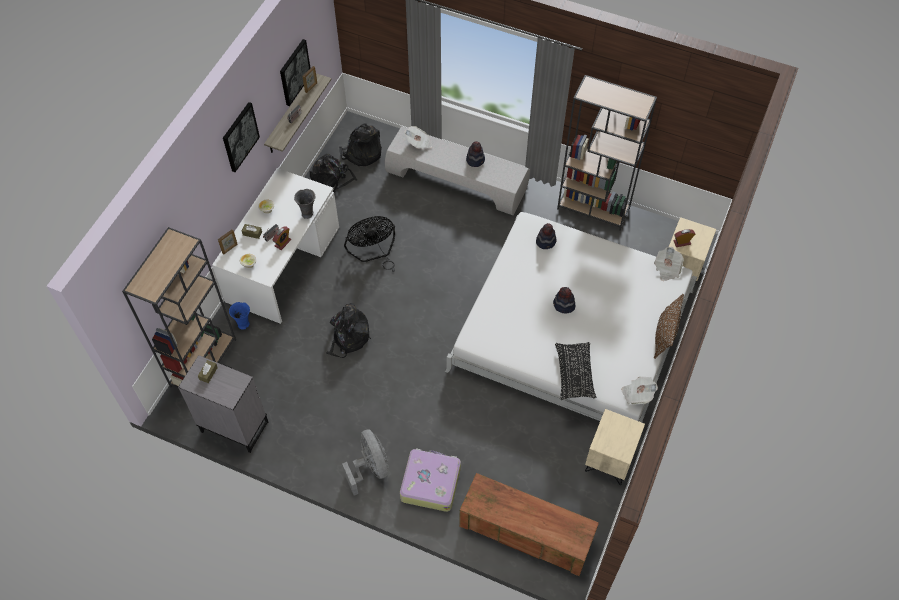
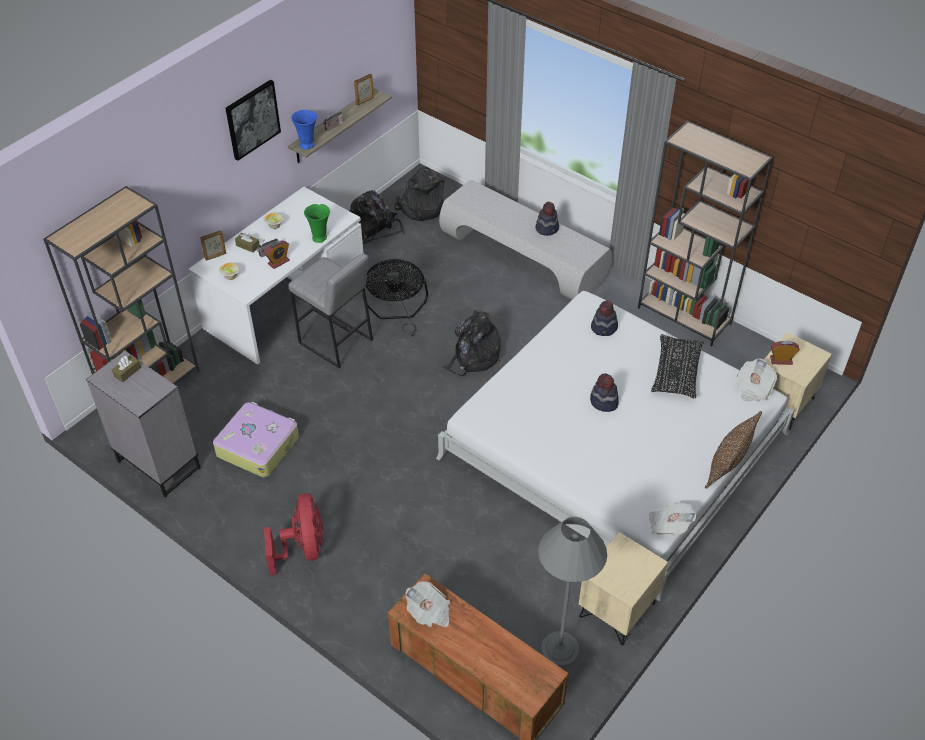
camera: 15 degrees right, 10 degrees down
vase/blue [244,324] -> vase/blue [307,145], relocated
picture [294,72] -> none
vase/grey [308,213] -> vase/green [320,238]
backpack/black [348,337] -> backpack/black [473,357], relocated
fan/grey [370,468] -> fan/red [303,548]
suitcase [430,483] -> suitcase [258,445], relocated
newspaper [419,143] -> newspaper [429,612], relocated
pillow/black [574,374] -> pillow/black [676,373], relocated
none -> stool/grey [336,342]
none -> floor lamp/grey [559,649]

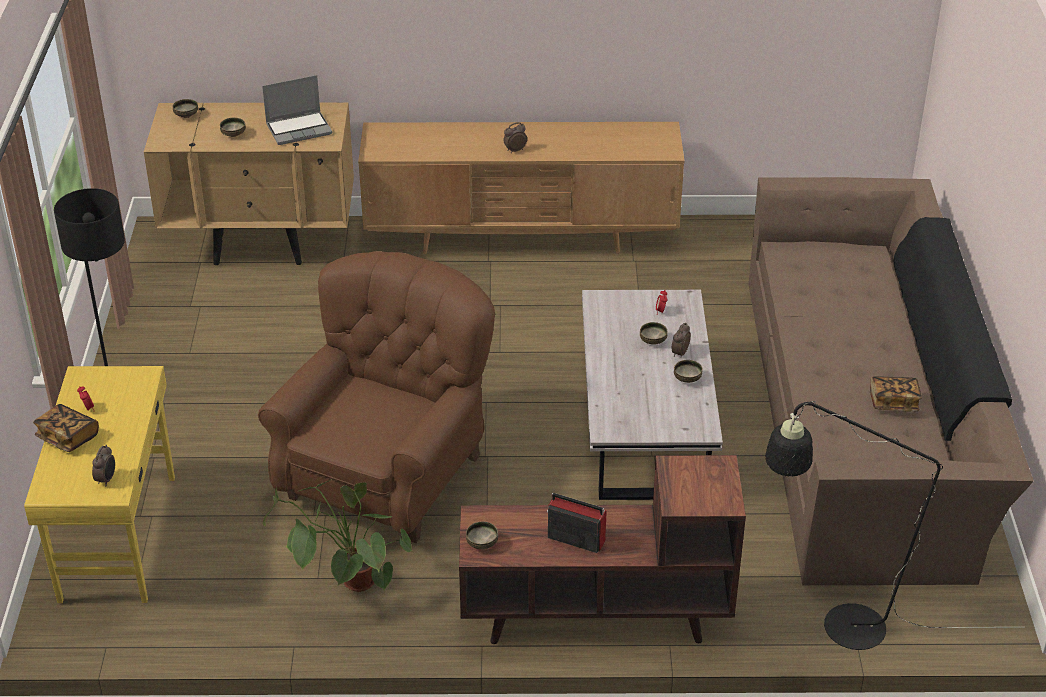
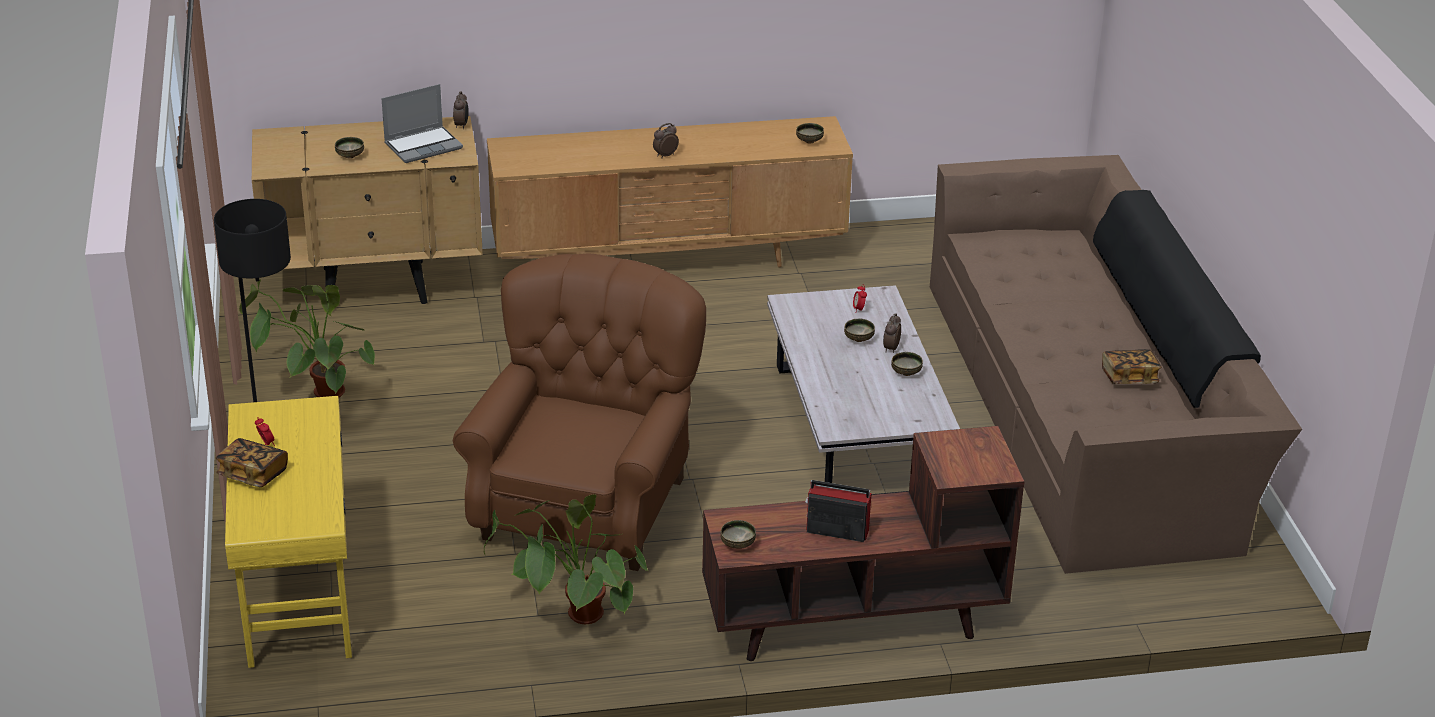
camera: 10 degrees left, 5 degrees down
alarm clock [107,479] -> alarm clock [462,125], relocated
bowl [186,116] -> bowl [809,141], relocated
floor lamp/black [838,627] -> none
none -> potted plant [313,393]

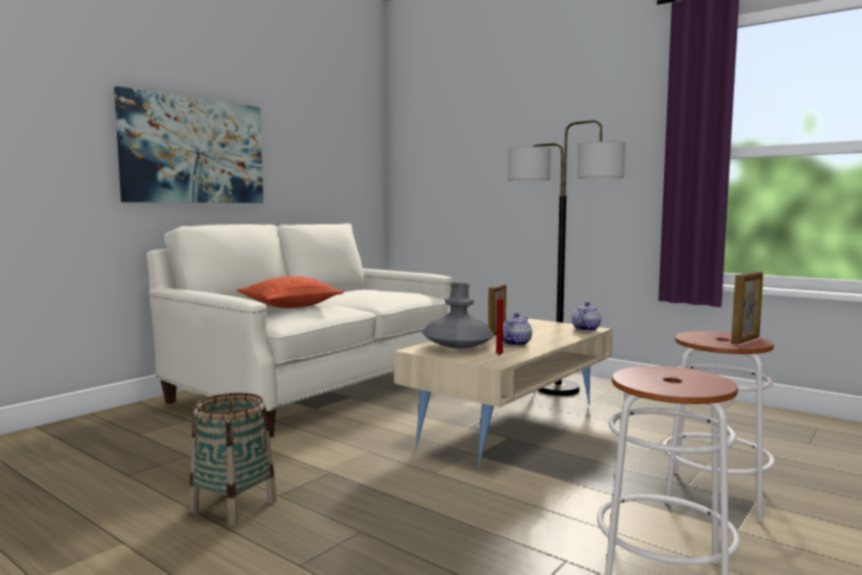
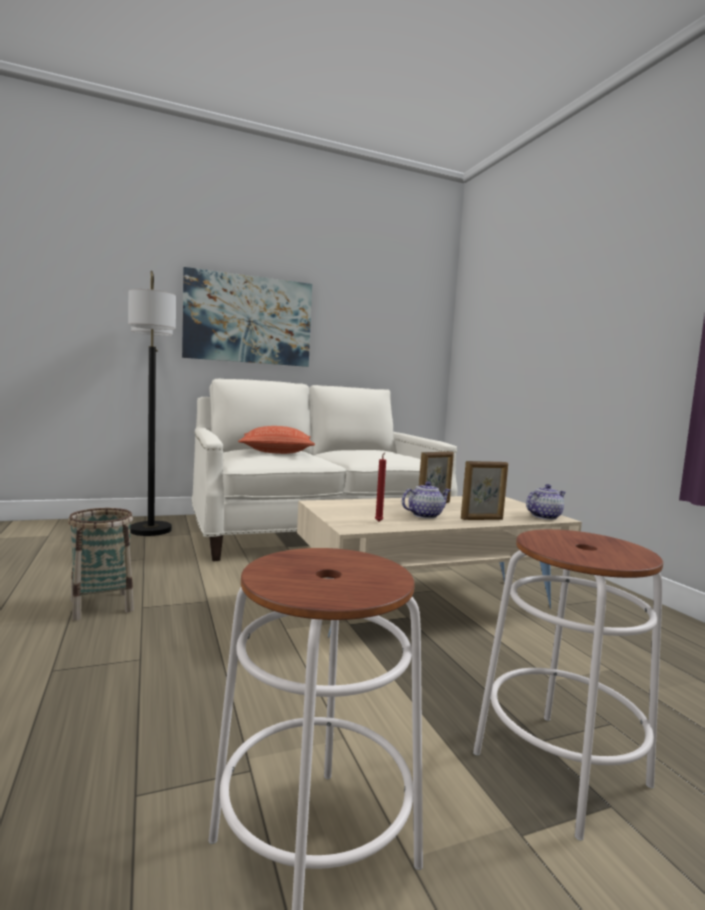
camera: 30 degrees right, 0 degrees up
vase/grey [457,347] -> none
floor lamp [557,389] -> floor lamp [151,530], relocated
picture frame [745,340] -> picture frame [482,519], relocated

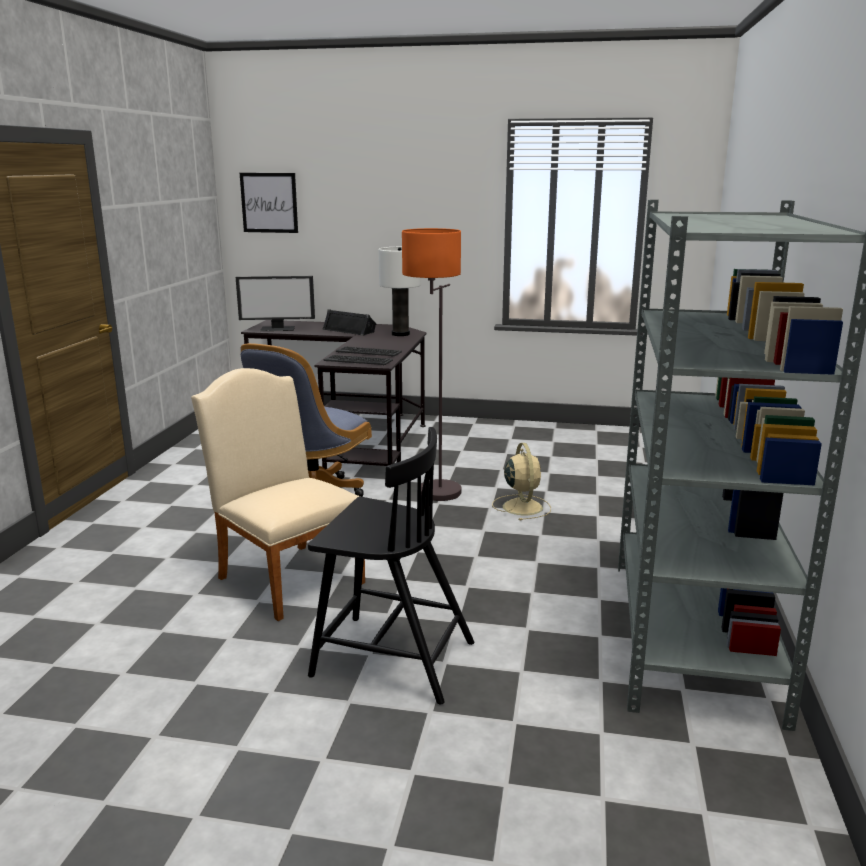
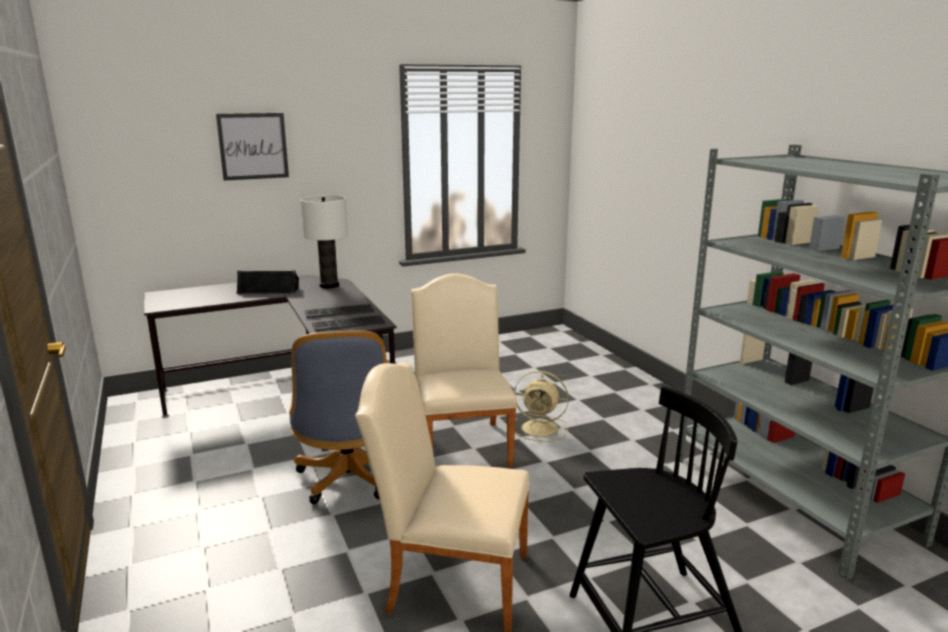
camera: 35 degrees left, 0 degrees up
monitor [278,328] -> none
picture [269,202] -> picture [253,146], relocated
floor lamp/orange [434,497] -> chair/beige [462,443]
fan/beige [522,506] -> fan/beige [541,428], 150 degrees clockwise

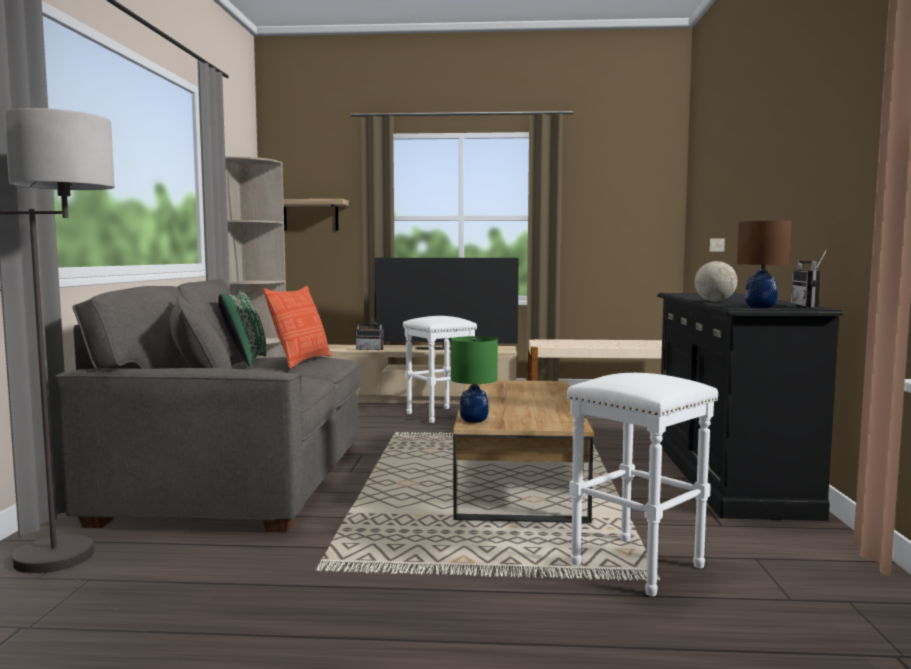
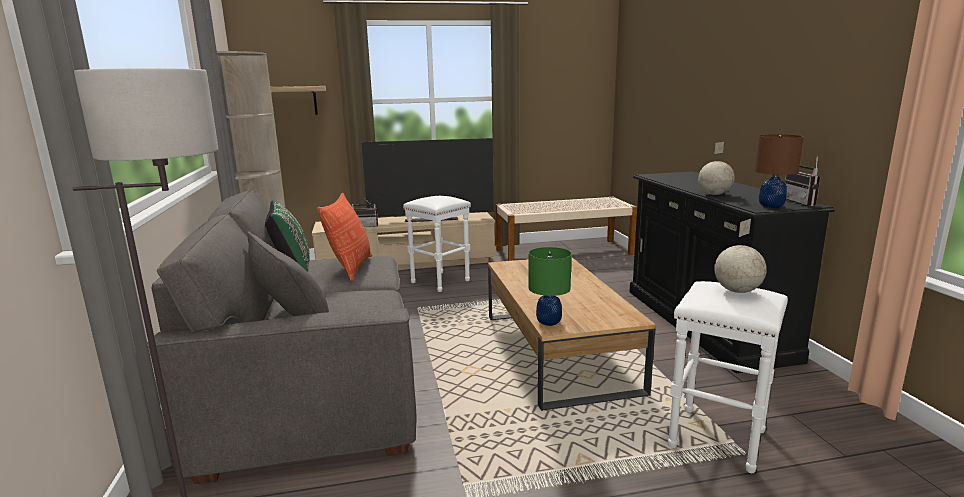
camera: 15 degrees left, 10 degrees up
none -> globe [736,291]

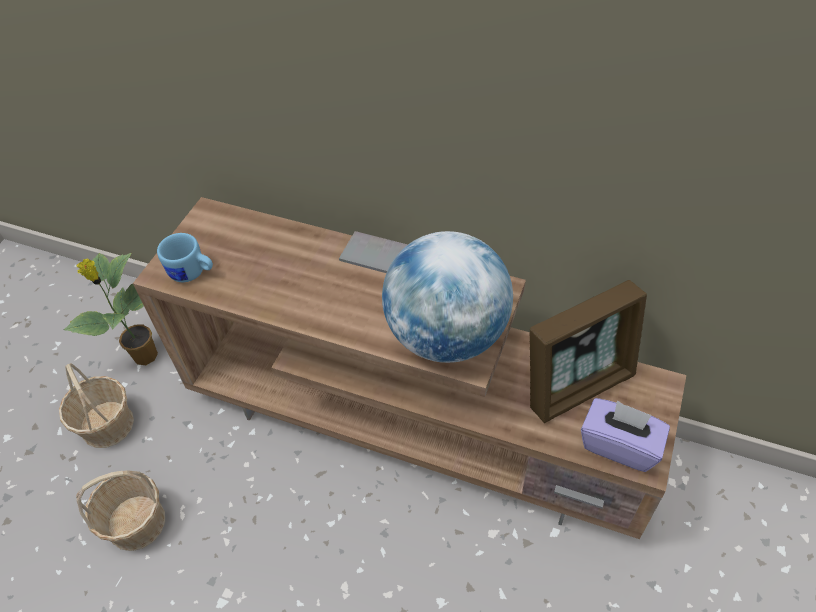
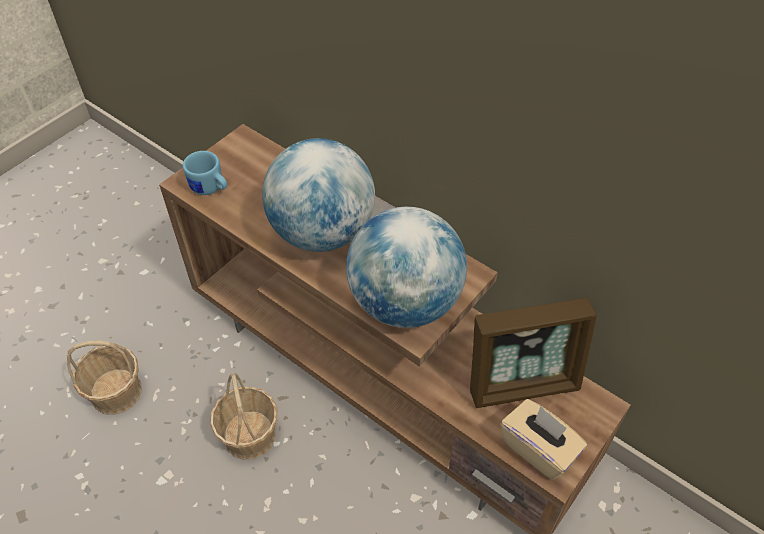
camera: 15 degrees right, 0 degrees up
basket [107,424] -> basket [250,435], relocated
potted plant [144,357] -> none
tissue box/purple [619,445] -> tissue box/beige [538,448]
none -> globe [322,232]

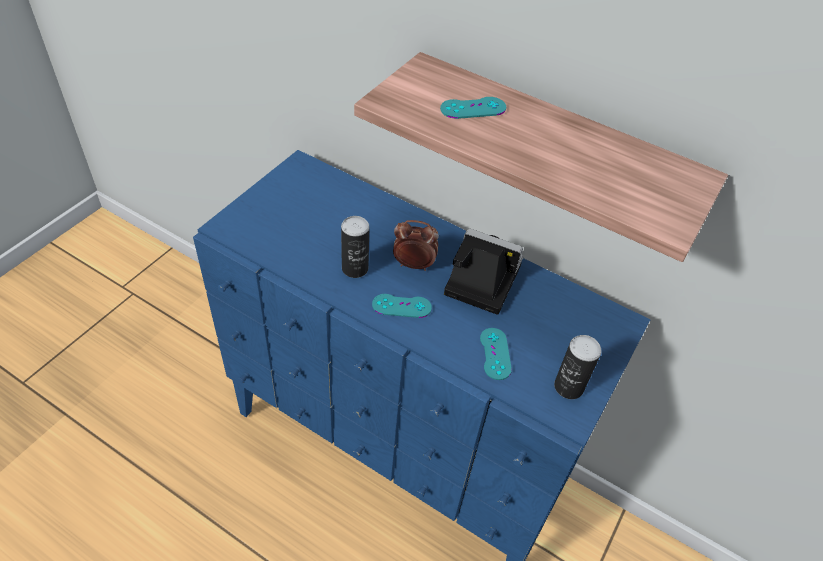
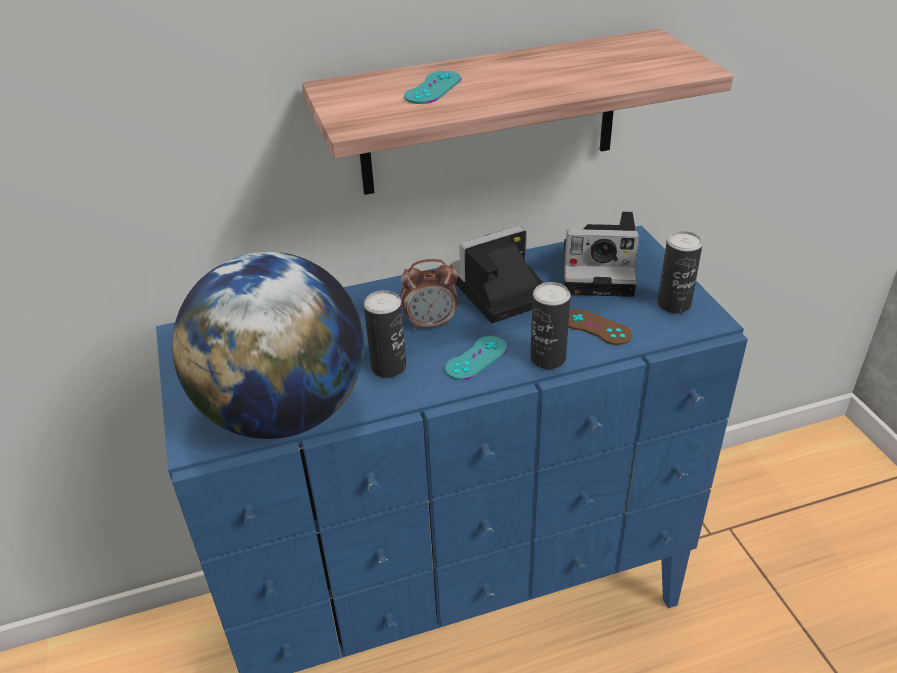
camera: 45 degrees left, 10 degrees down
alarm clock [413,264] -> alarm clock [431,324], 150 degrees counterclockwise
game controller/turquoise [495,353] -> game controller/brown [596,327]
none -> globe [284,412]
none -> can [548,358]
none -> photo camera [601,270]

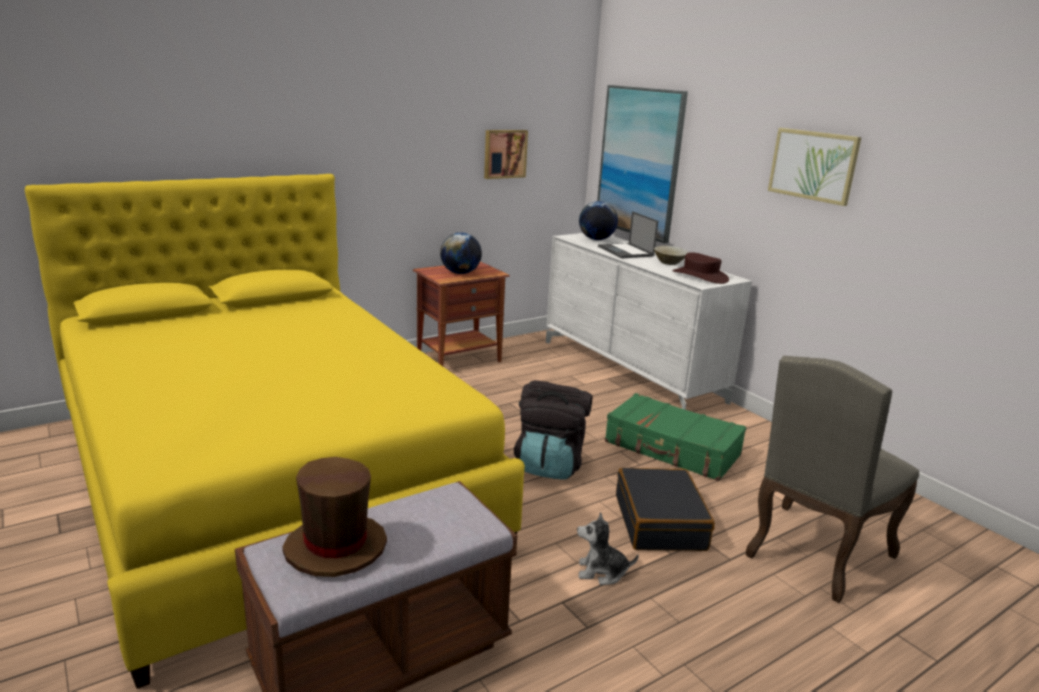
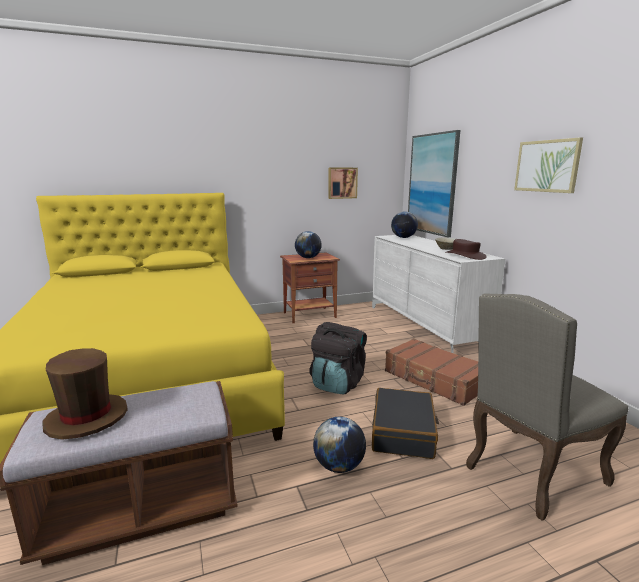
camera: 15 degrees right, 5 degrees down
plush toy [601,572] -> globe [339,466]
laptop [626,251] -> none
suitcase/green [672,449] -> suitcase/brown [434,380]

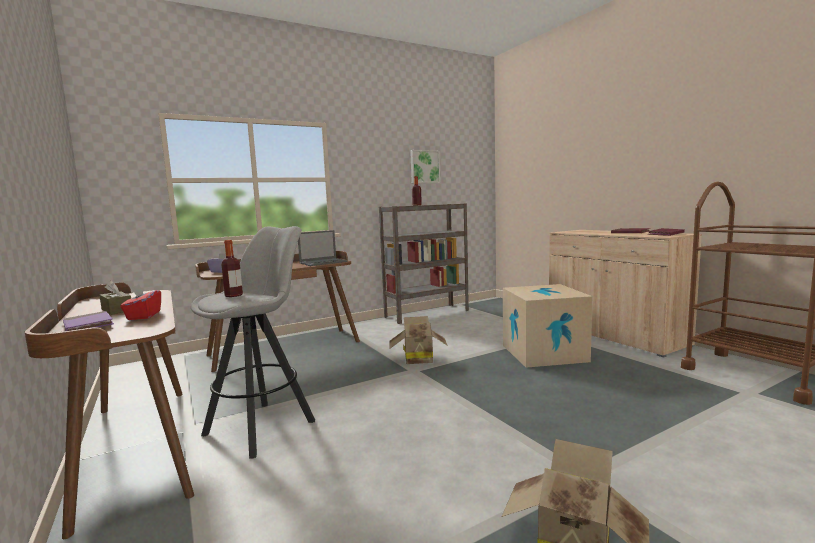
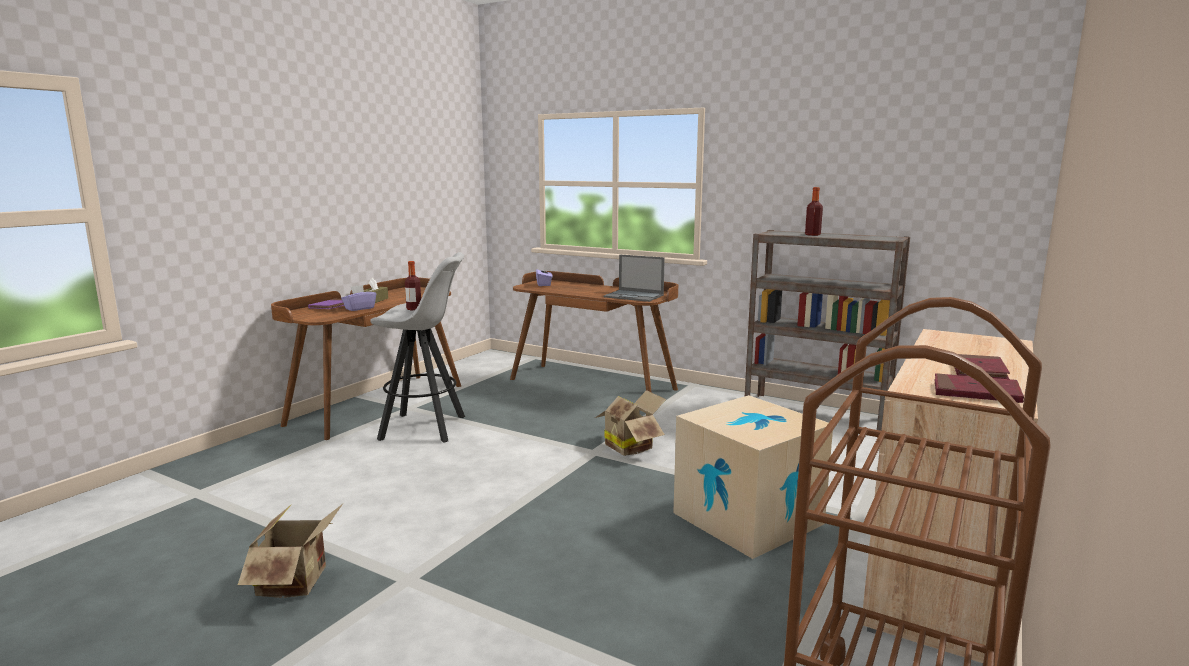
camera: 60 degrees right, 5 degrees up
tissue box/red [143,316] -> tissue box/purple [359,308]
picture [424,167] -> none

